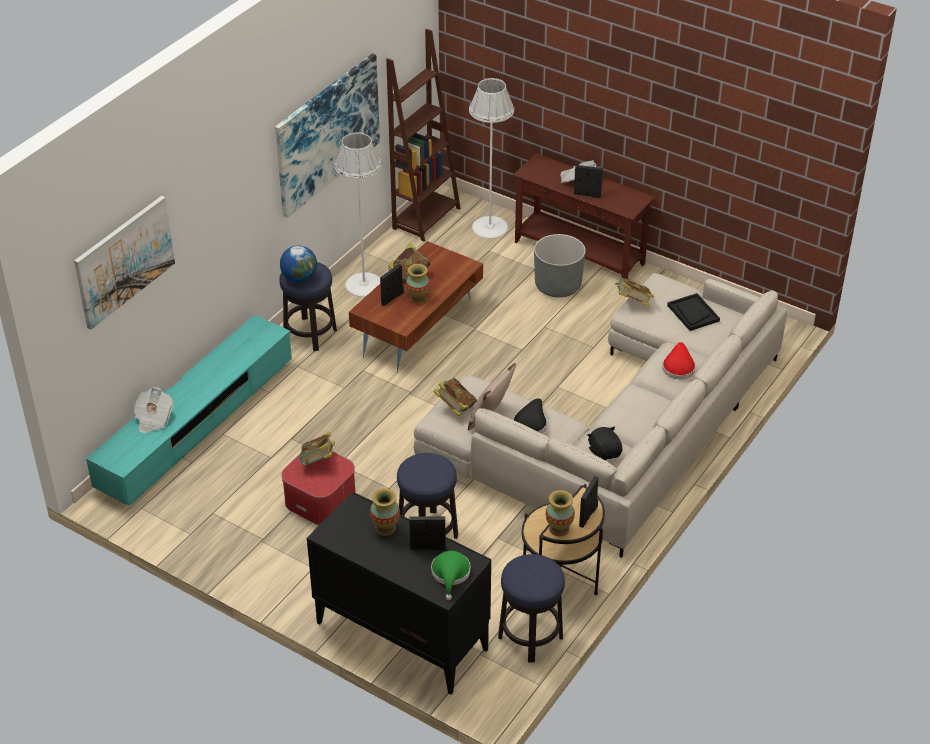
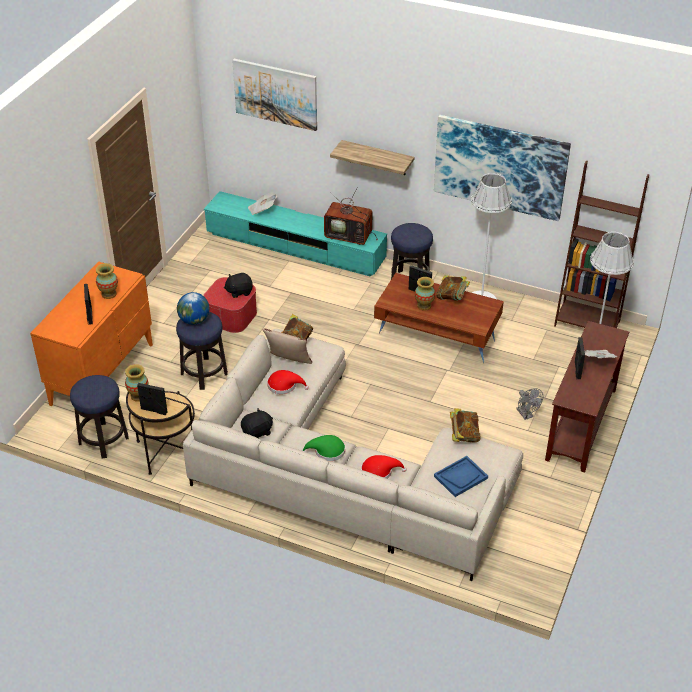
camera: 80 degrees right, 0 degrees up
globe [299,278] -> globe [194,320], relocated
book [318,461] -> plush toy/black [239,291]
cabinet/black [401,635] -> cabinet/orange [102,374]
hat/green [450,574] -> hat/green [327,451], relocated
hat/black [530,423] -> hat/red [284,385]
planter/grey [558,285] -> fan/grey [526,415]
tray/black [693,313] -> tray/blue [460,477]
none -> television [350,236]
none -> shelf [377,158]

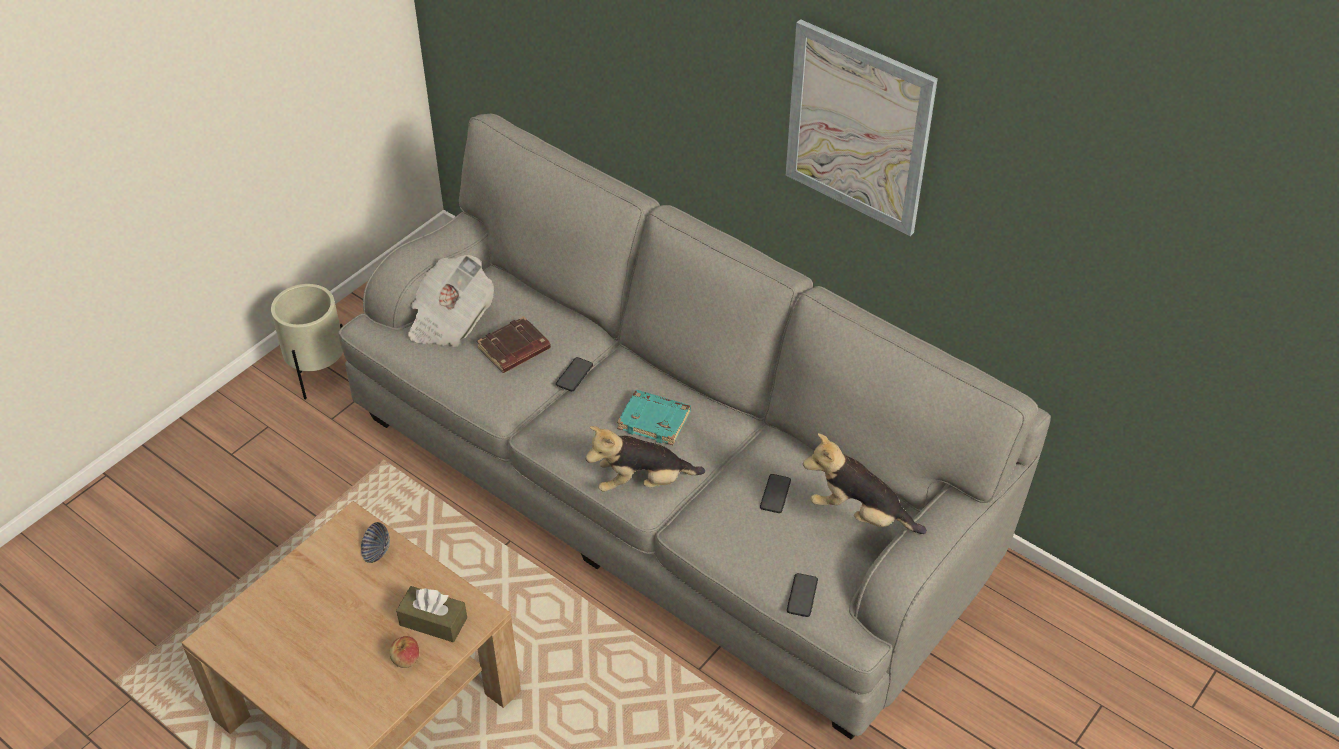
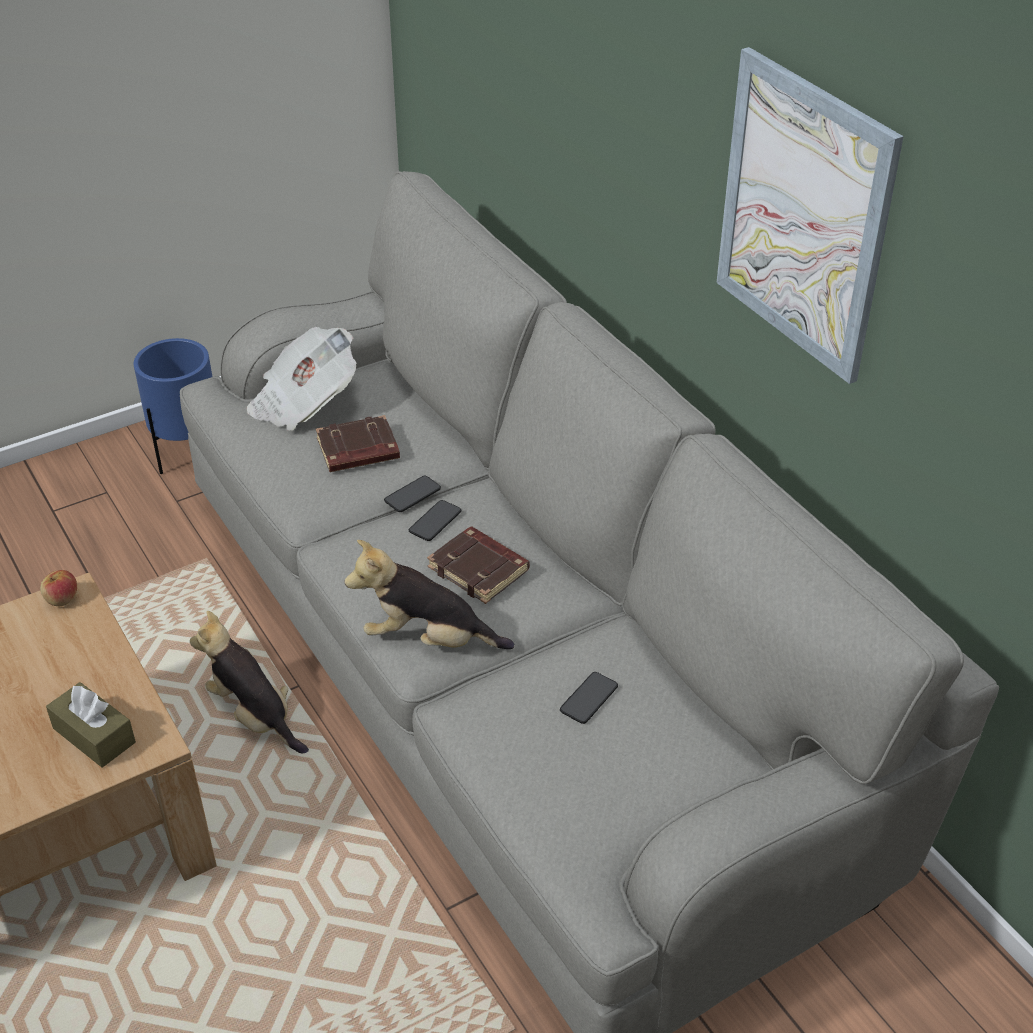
camera: 20 degrees right, 5 degrees down
planter/beige [319,377] -> planter/blue [188,455]
bowl [377,552] -> none
apple [406,659] -> apple [62,599], relocated
book/turquoise [655,420] -> book/brown [480,569]
phone [802,595] -> phone [435,521], relocated
plush toy [859,514] -> plush toy [254,715], relocated

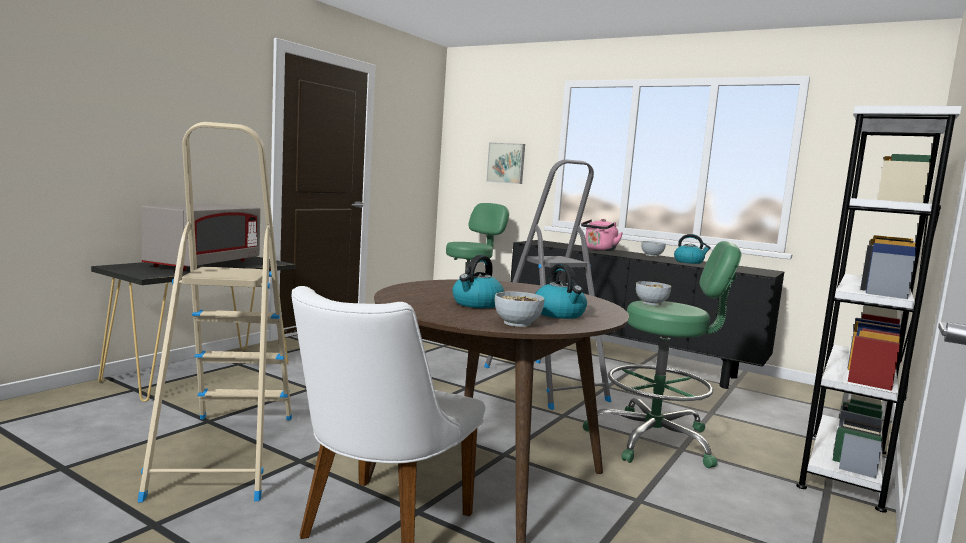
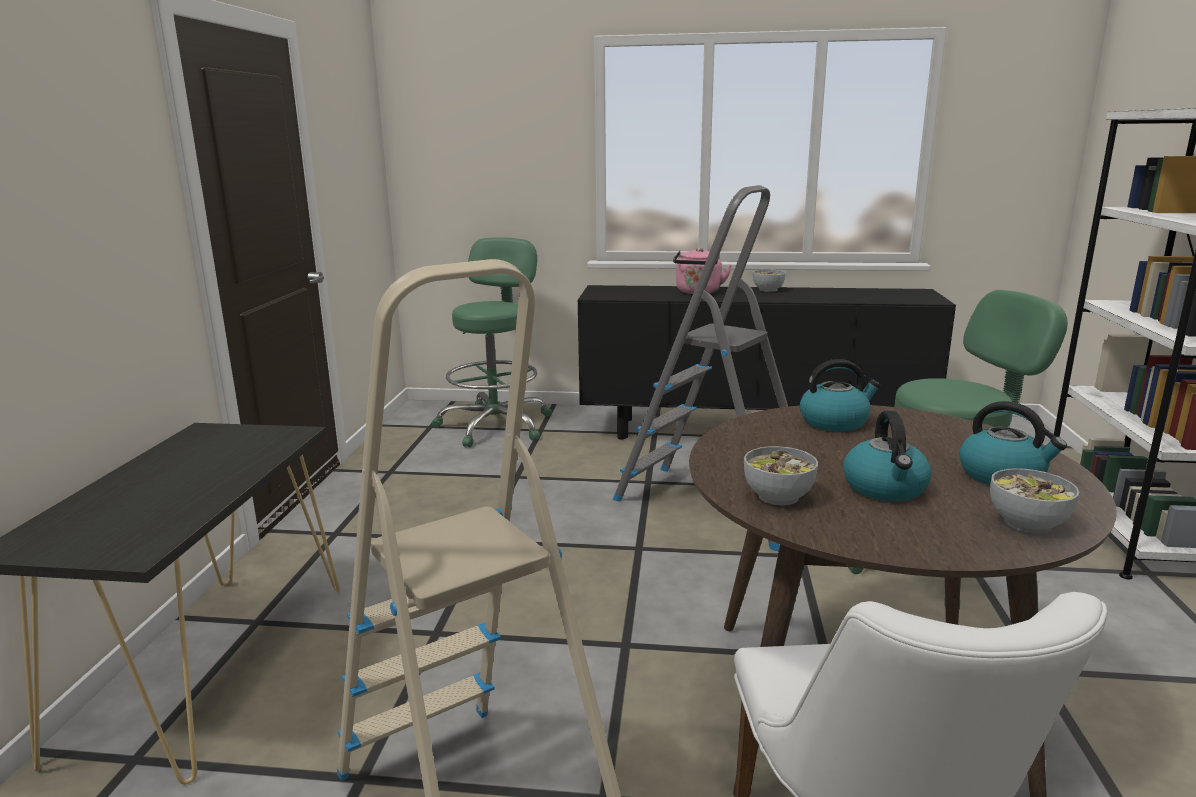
camera: 25 degrees left, 10 degrees up
microwave/grey [204,264] -> none
picture [506,163] -> none
bowl [651,303] -> bowl [778,496], relocated
kettle [689,262] -> kettle [835,422], relocated

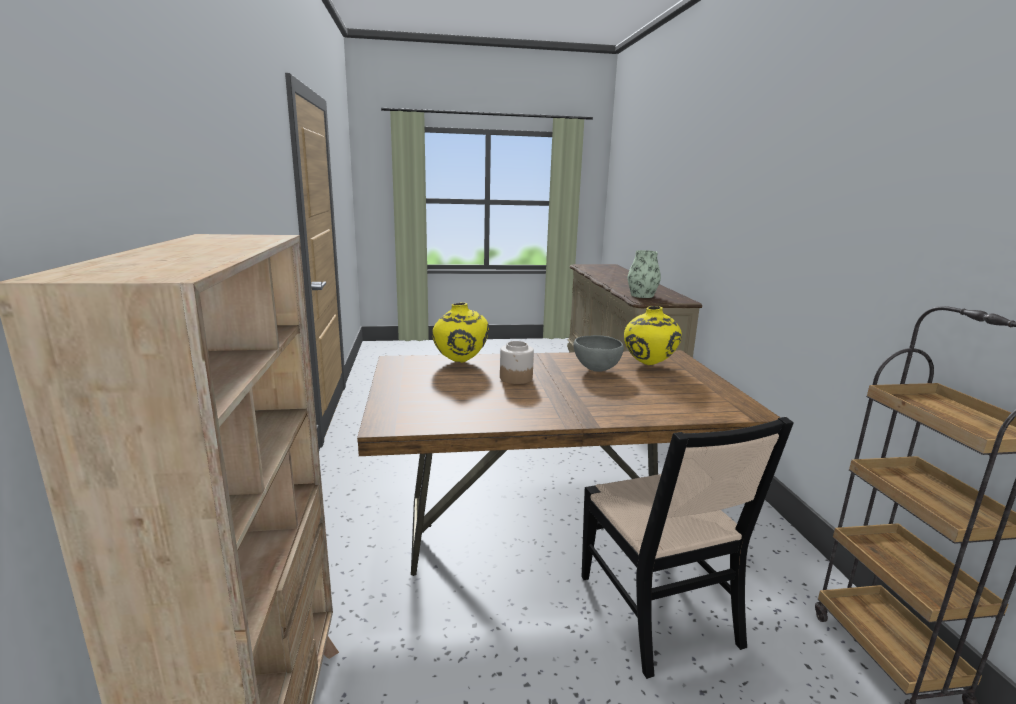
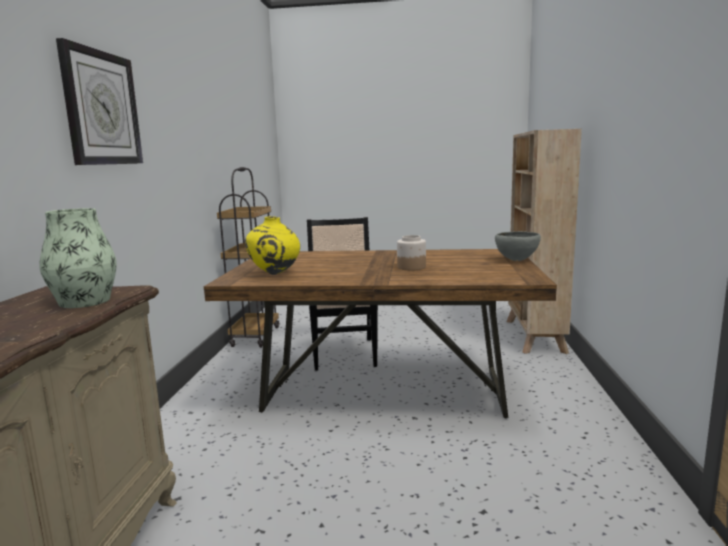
camera: 165 degrees left, 5 degrees down
vase/yellow [460,362] -> none
bowl/grey [596,370] -> bowl/grey [517,260], relocated
none -> wall clock [101,108]

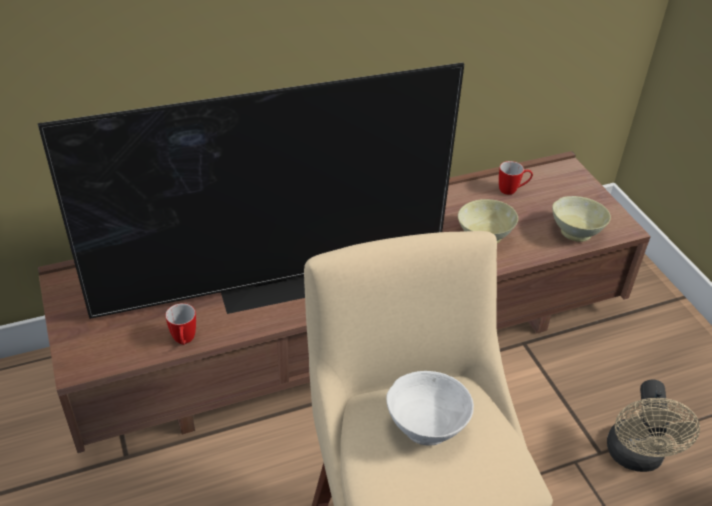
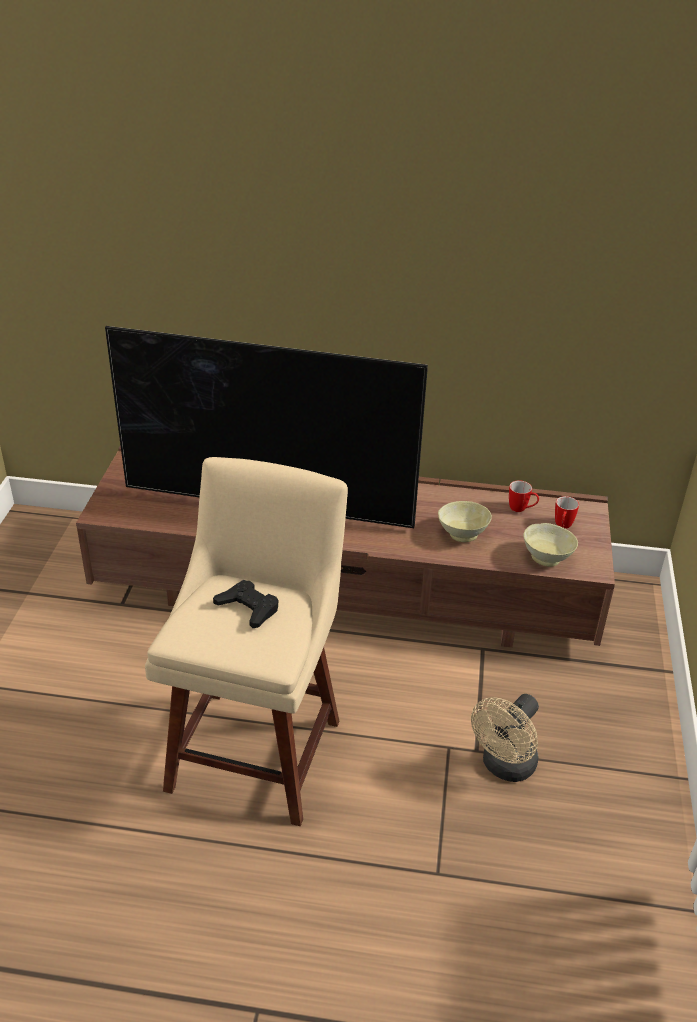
camera: 30 degrees right, 5 degrees down
mug [184,341] -> mug [562,527], relocated
bowl/white [427,426] -> game controller/black [248,608]

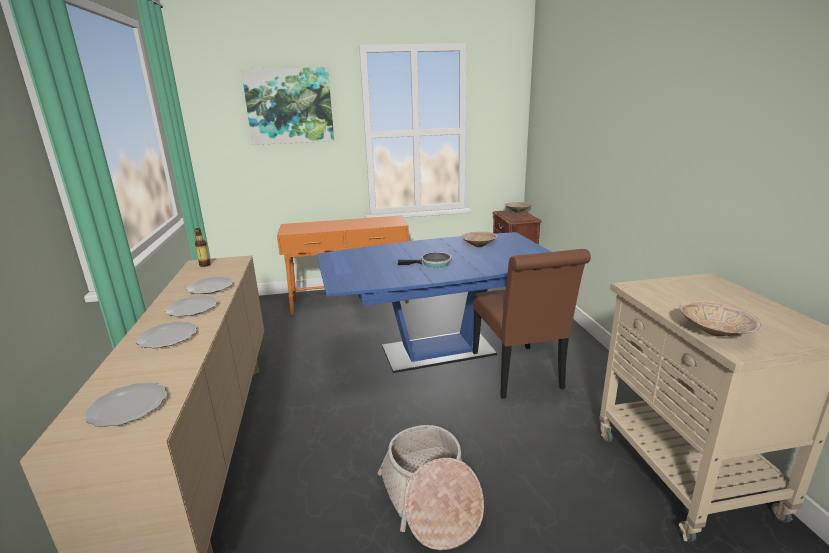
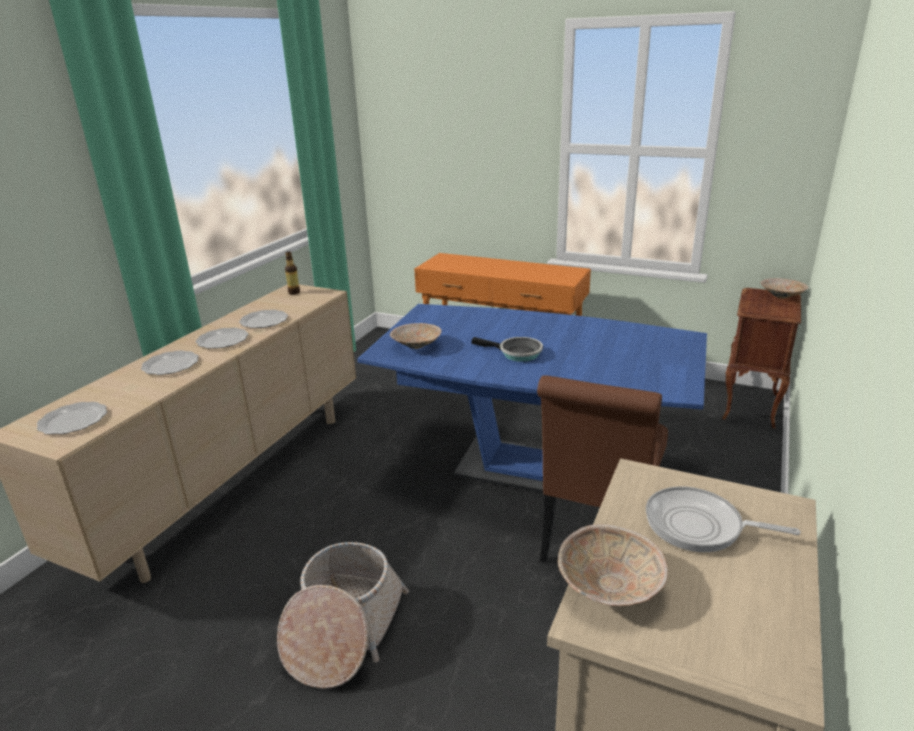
camera: 35 degrees right, 5 degrees up
picture [289,106] -> none
bowl/beige [478,245] -> bowl/beige [416,345], relocated
none -> frying pan [699,526]

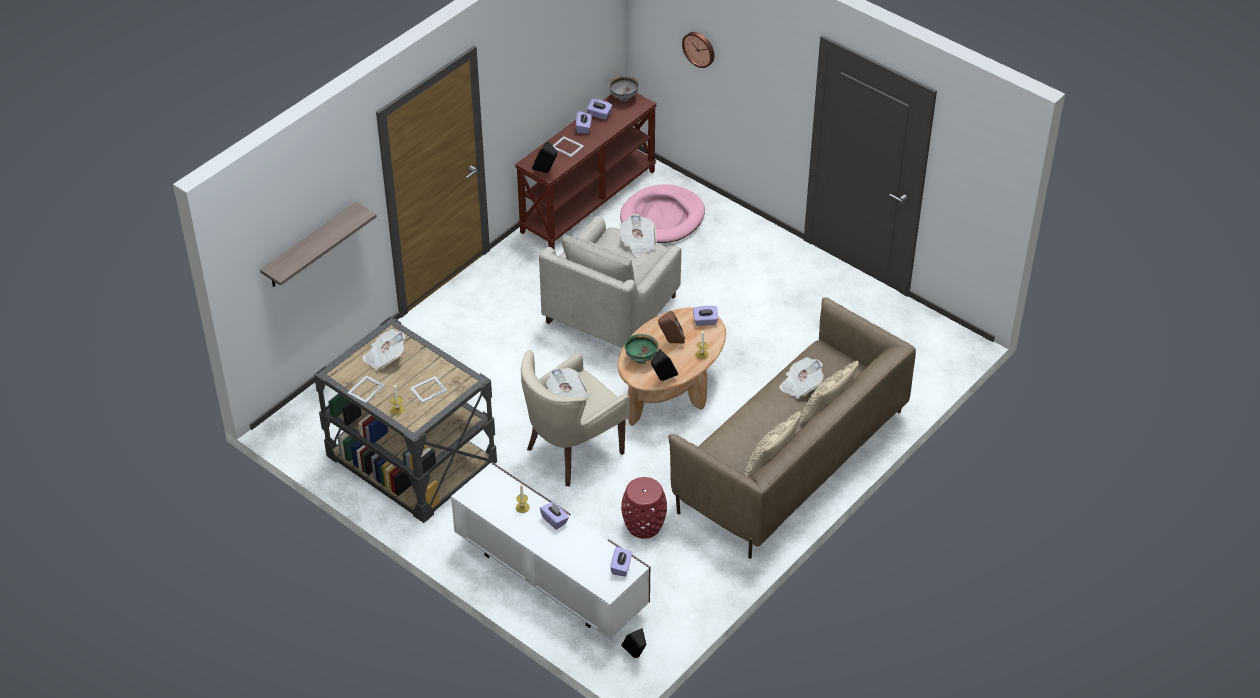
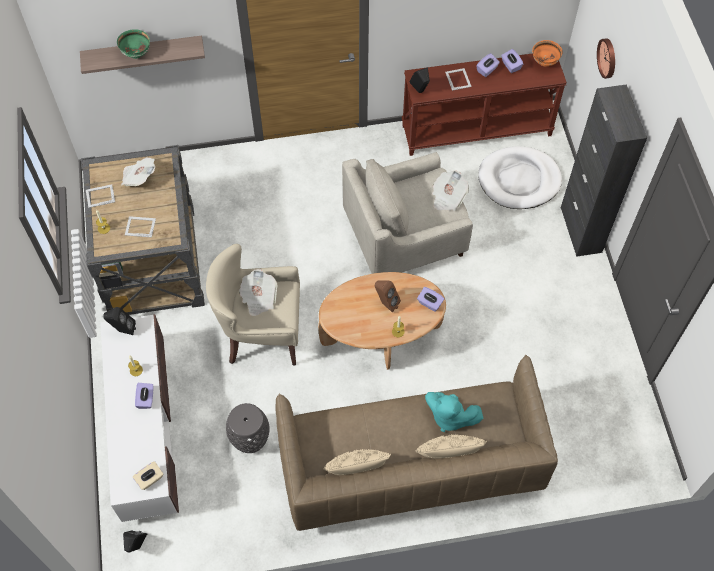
camera: 40 degrees right, 15 degrees up
bowl/grey [624,98] -> bowl/orange [544,62]
tissue box/purple [621,567] -> tissue box/beige [150,479]
dog bed/pink [662,217] -> dog bed/white [519,180]
stool/red [643,525] -> stool/grey [250,438]
bowl/green [641,358] -> bowl/green [136,53], relocated
speaker/black [662,379] -> speaker/black [123,330], relocated
newspaper [800,385] -> plush toy/turquoise [449,417]
none -> cabinet/black [581,230]

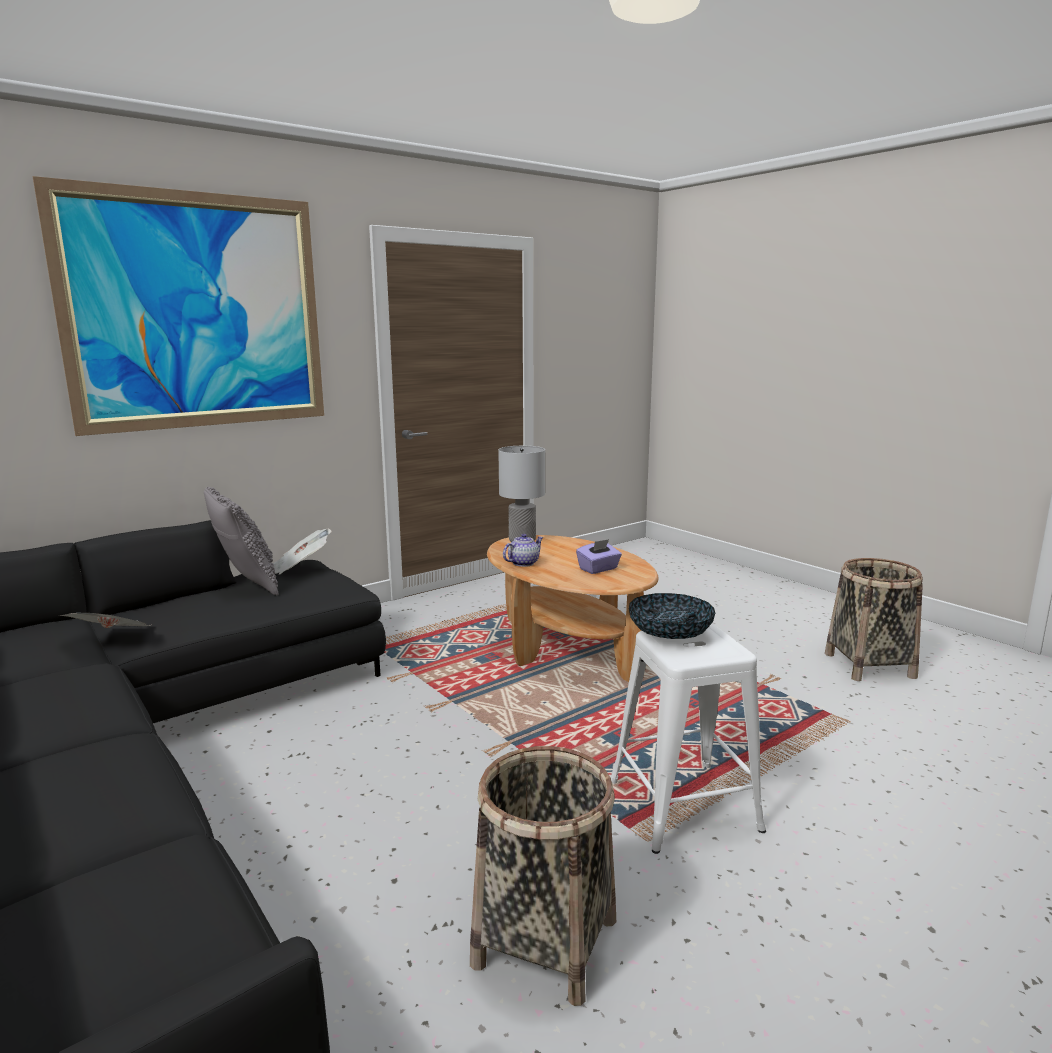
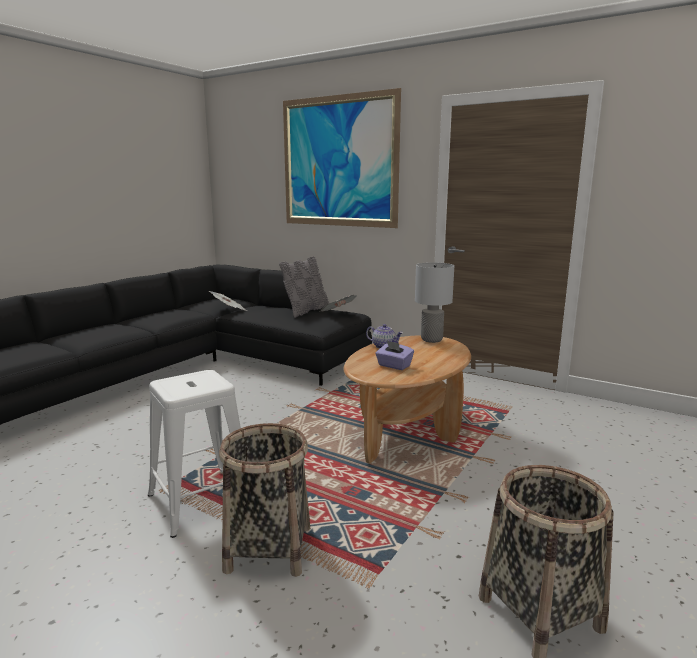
camera: 70 degrees right, 0 degrees up
basket [545,941] -> basket [269,548], relocated
bowl [670,635] -> none

